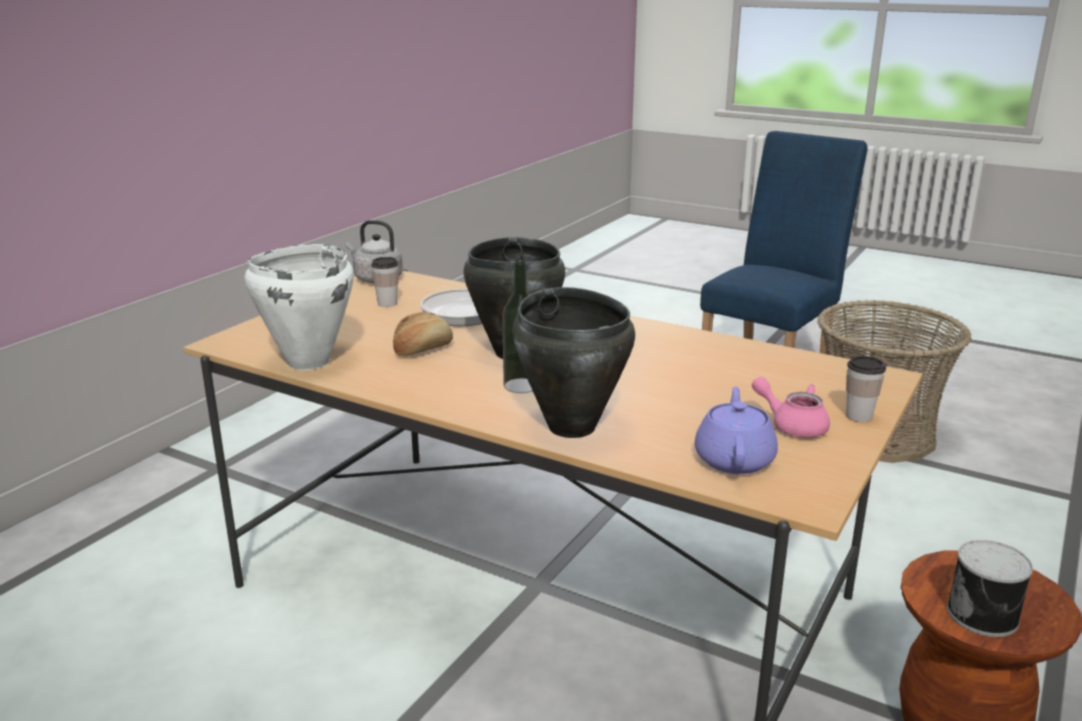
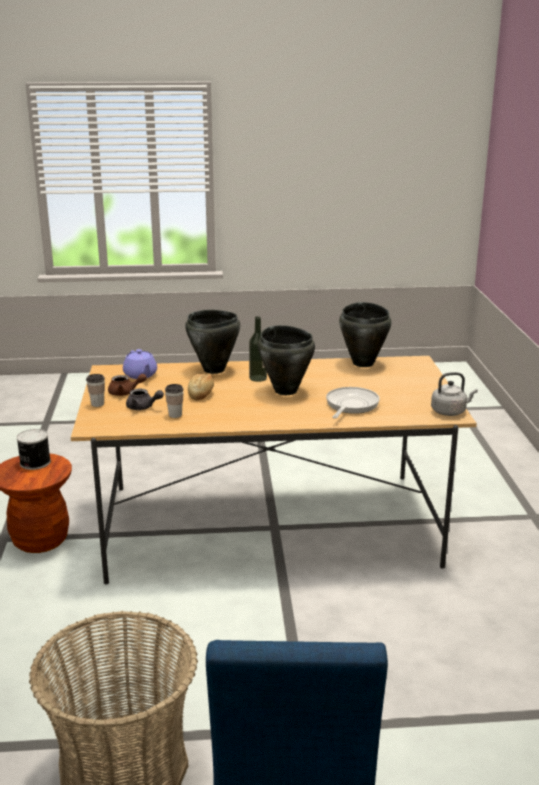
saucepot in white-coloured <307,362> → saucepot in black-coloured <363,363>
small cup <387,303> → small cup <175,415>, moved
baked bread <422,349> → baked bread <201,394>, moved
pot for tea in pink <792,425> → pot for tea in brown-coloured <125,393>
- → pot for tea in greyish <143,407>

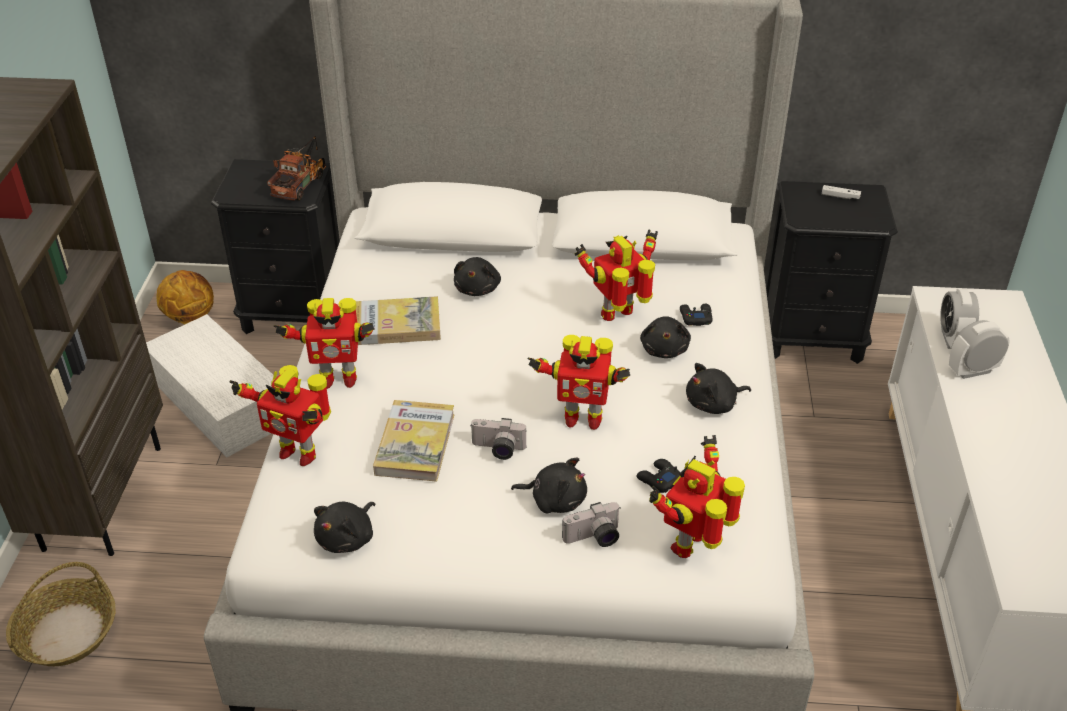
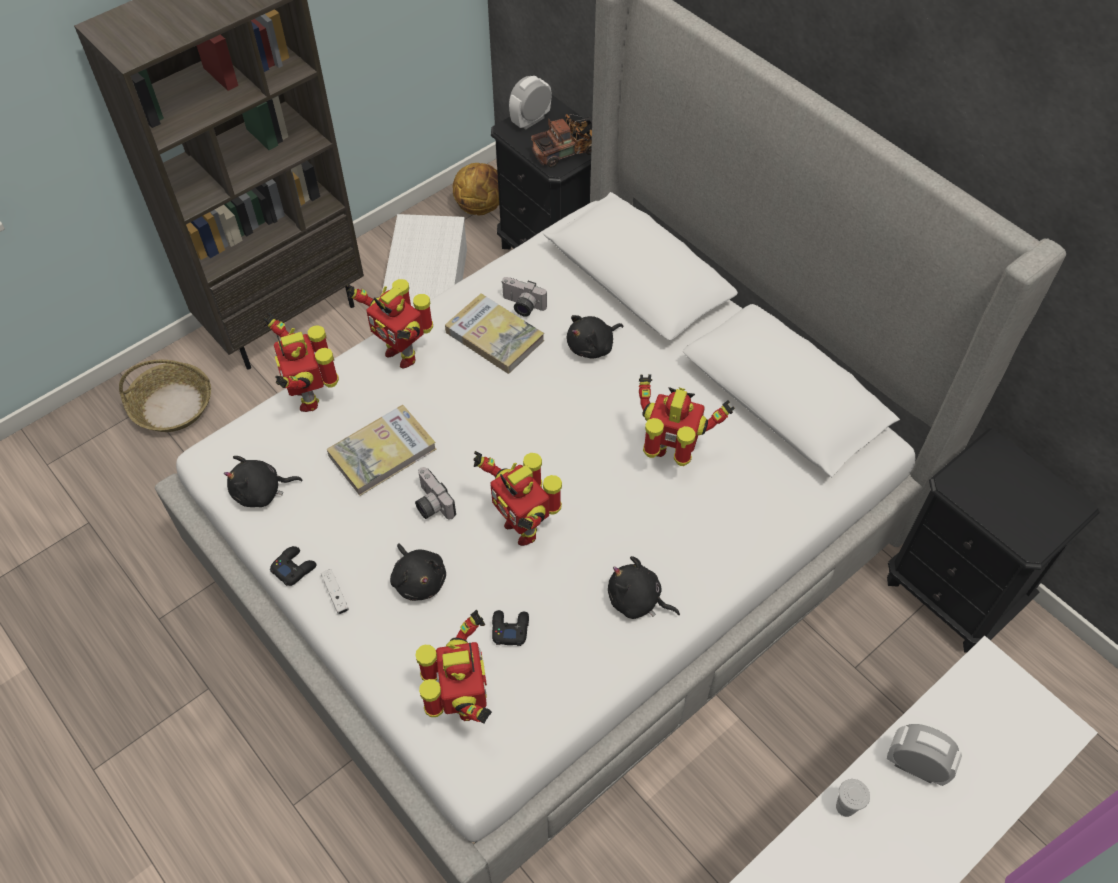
still camera <594,538> → still camera <522,306>, moved
cuddly toy in black-coloured <664,349> → -
toy robot <692,544> → toy robot <463,703>, 90 degrees clockwise
gamepad in black-coloured <695,317> → gamepad in black-coloured <294,568>, moved
gamepad in white-coloured <840,196> → gamepad in white-coloured <335,594>, moved
alarm clock <952,339> → alarm clock <531,120>, moved
- → small cup in white-coloured <845,807>

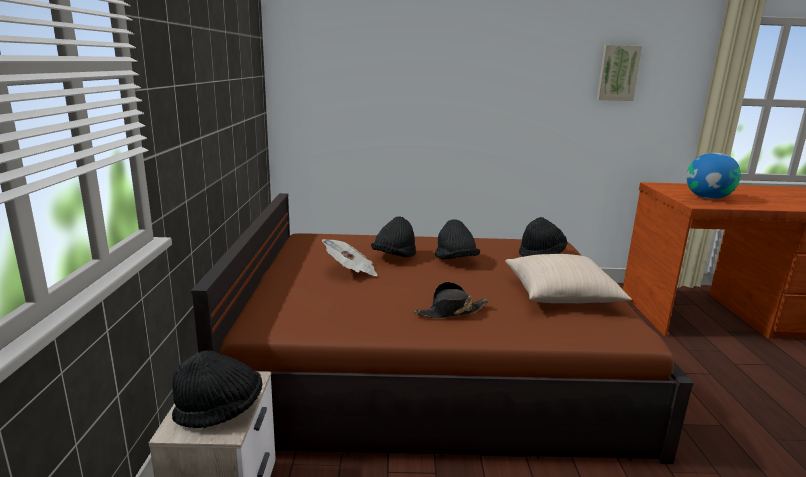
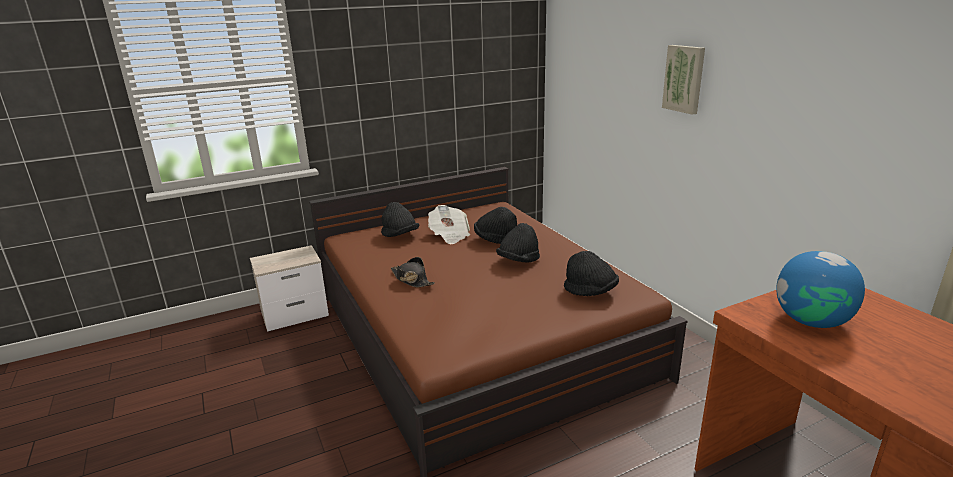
wearable hat in black-coloured <220,411> → wearable hat in black-coloured <400,236>, moved
cushion in beige <561,295> → -
wall picture <618,73> → wall picture <684,79>, moved

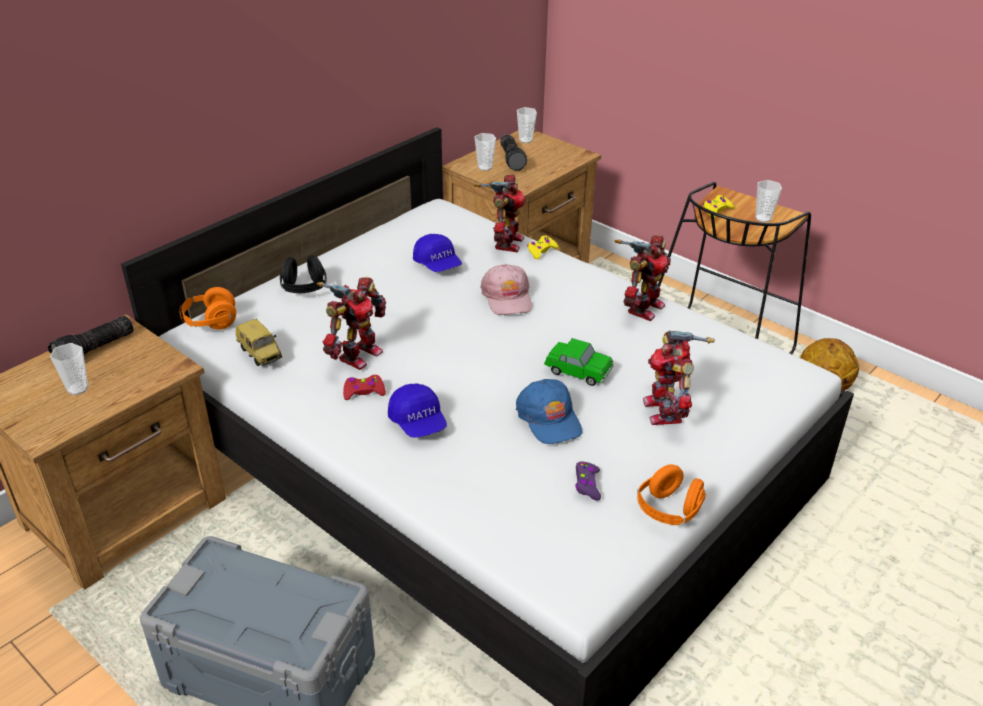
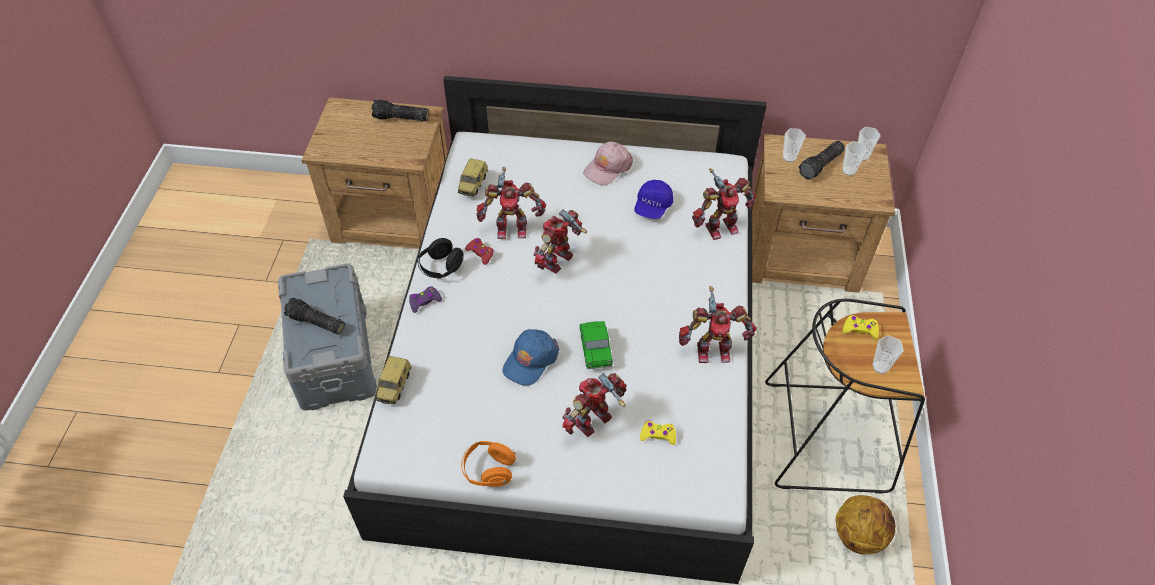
small cup <77,389> → small cup <848,171>, moved
headset in orange <210,322> → -
headset in black-coloured <304,289> → headset in black-coloured <441,268>, moved
peaked cap in bluish <418,423> → -
peaked cap in pink <507,297> → peaked cap in pink <607,168>, moved
gamepad in yellow <541,251> → gamepad in yellow <658,435>, moved
gamepad in purple-coloured <587,484> → gamepad in purple-coloured <424,301>, moved
- → hand torch <315,323>
- → toy car <395,387>
- → toy robot <558,261>

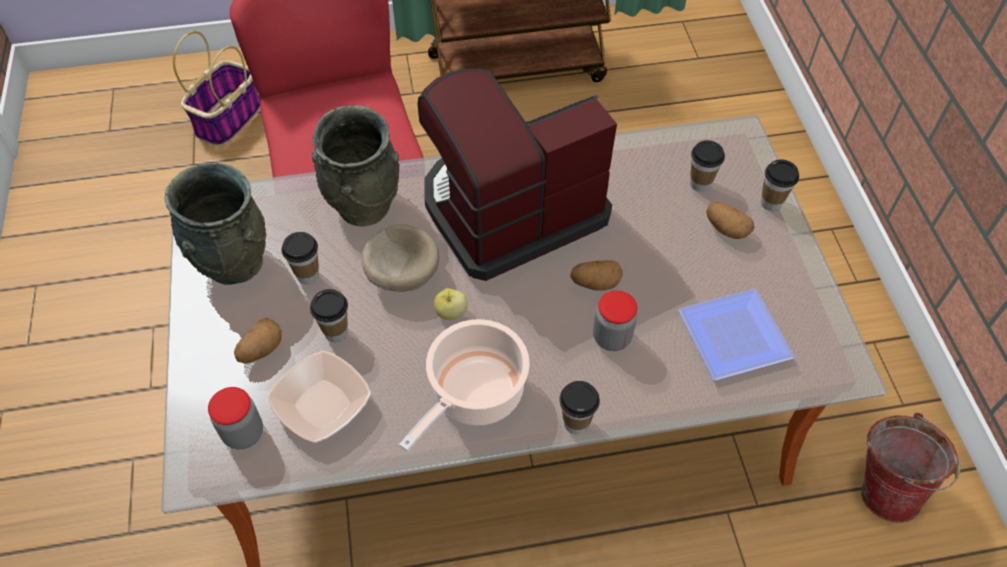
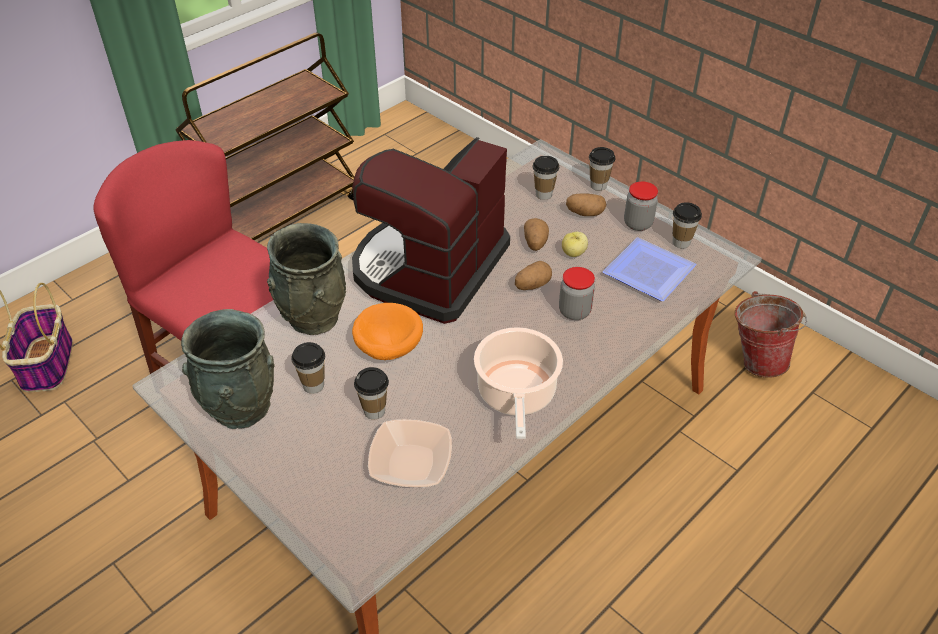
storage jar <243,433> → storage jar <638,224>, moved
spud <261,350> → spud <535,243>, moved
serving bowl in beige <401,273> → serving bowl in orange <387,347>
apple fruit <451,313> → apple fruit <573,253>, moved
small cup <576,423> → small cup <681,242>, moved

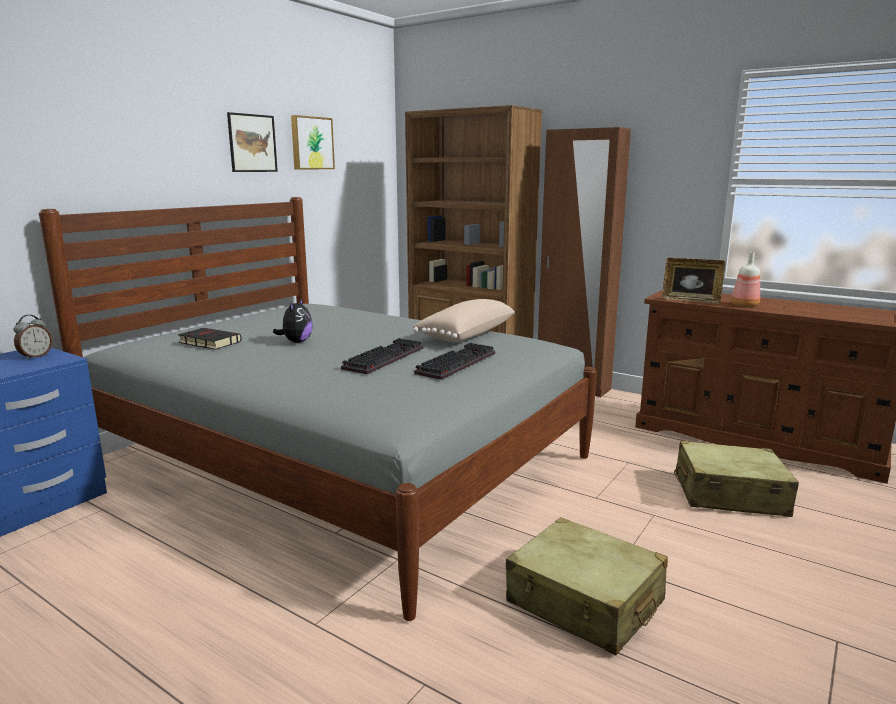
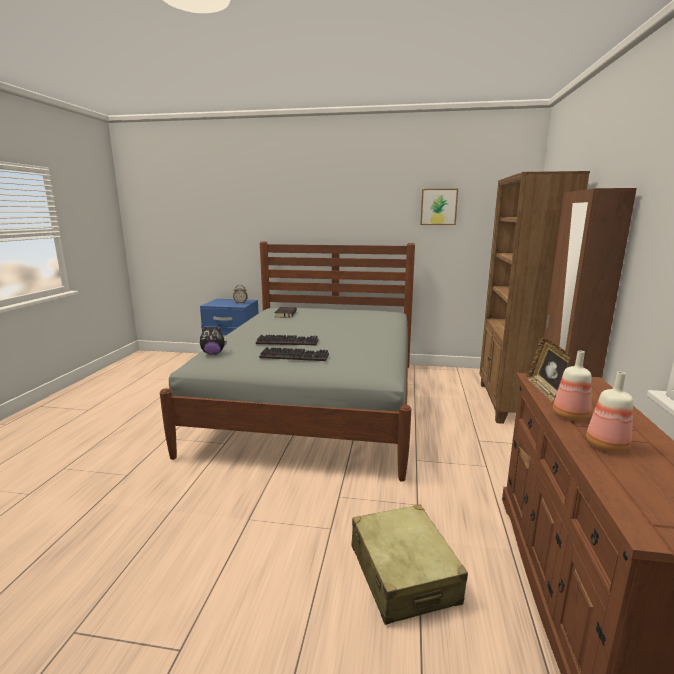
wall picture <252,143> → -
cuddly toy <296,342> → cuddly toy <213,353>, moved
cushion in beige <465,334> → -
piece of luggage in beige <584,602> → -
- → beverage bottle <606,446>

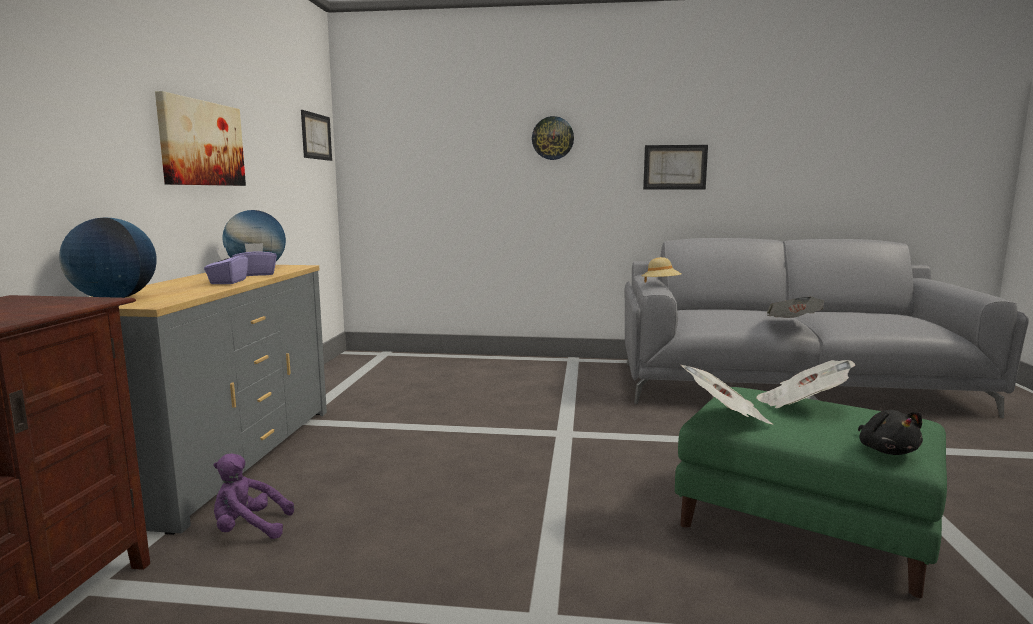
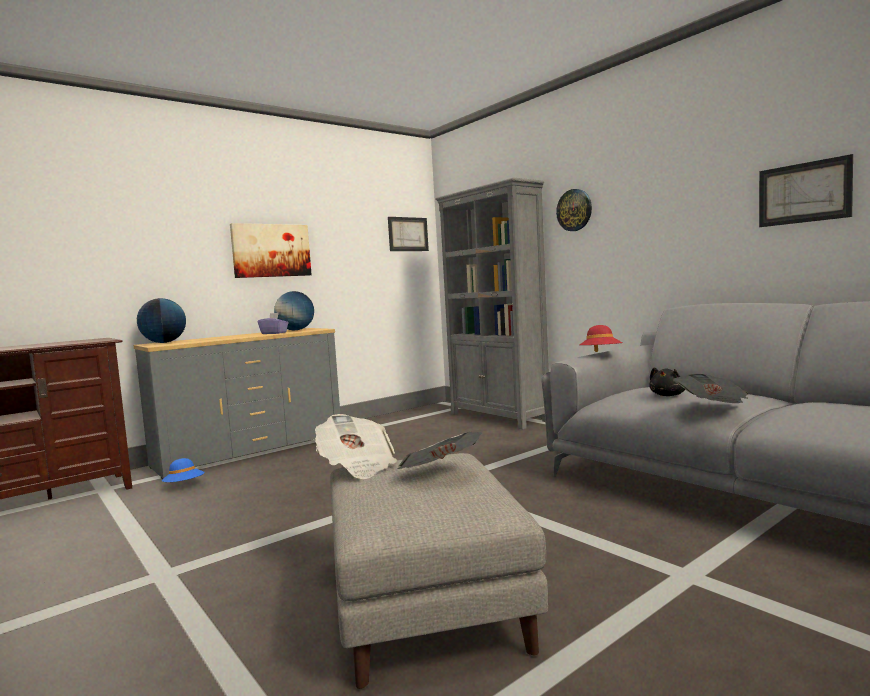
tissue holder in purple-coloured <227,282> → -
cuddly toy in purple-coloured <249,529> → wearable hat in bluish <184,486>
wearable hat in beige <661,284> → wearable hat in reddish <601,354>
wall picture <675,167> → wall picture <804,193>, moved
footrest in green-coloured <806,526> → footrest in greyish <428,604>
cuddly toy in black-coloured <887,450> → cuddly toy in black-coloured <668,395>, moved
- → bookcase in greyish <498,417>

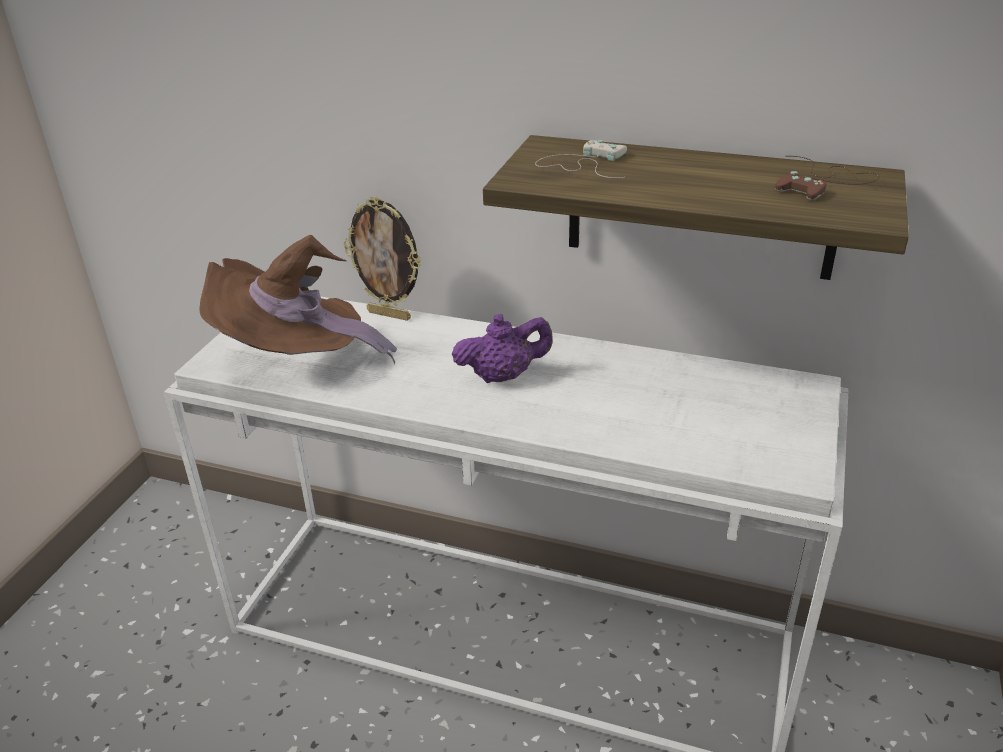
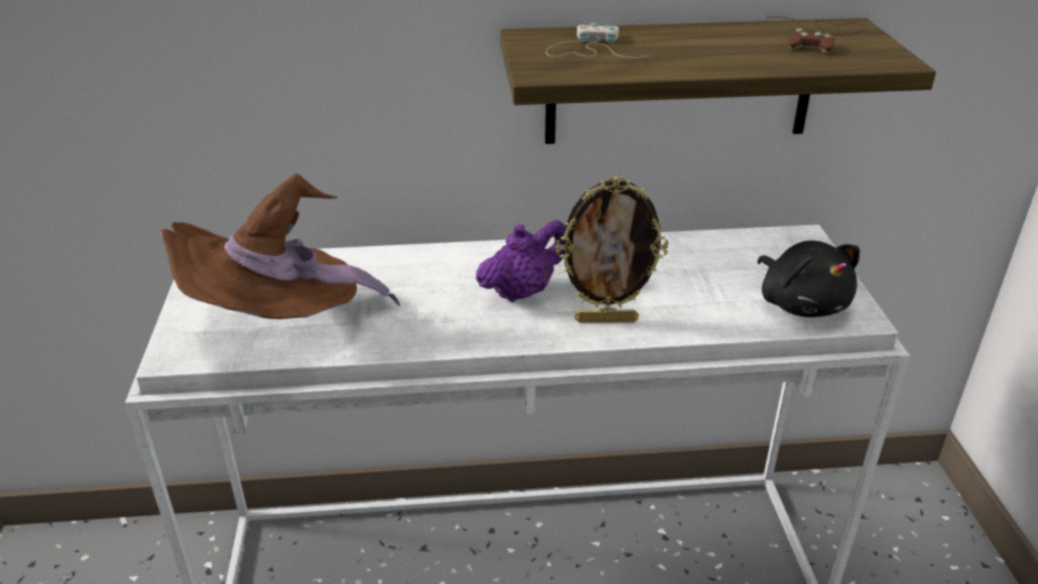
photo frame <390,314> → photo frame <606,319>, moved
- → cuddly toy in black-coloured <801,303>

